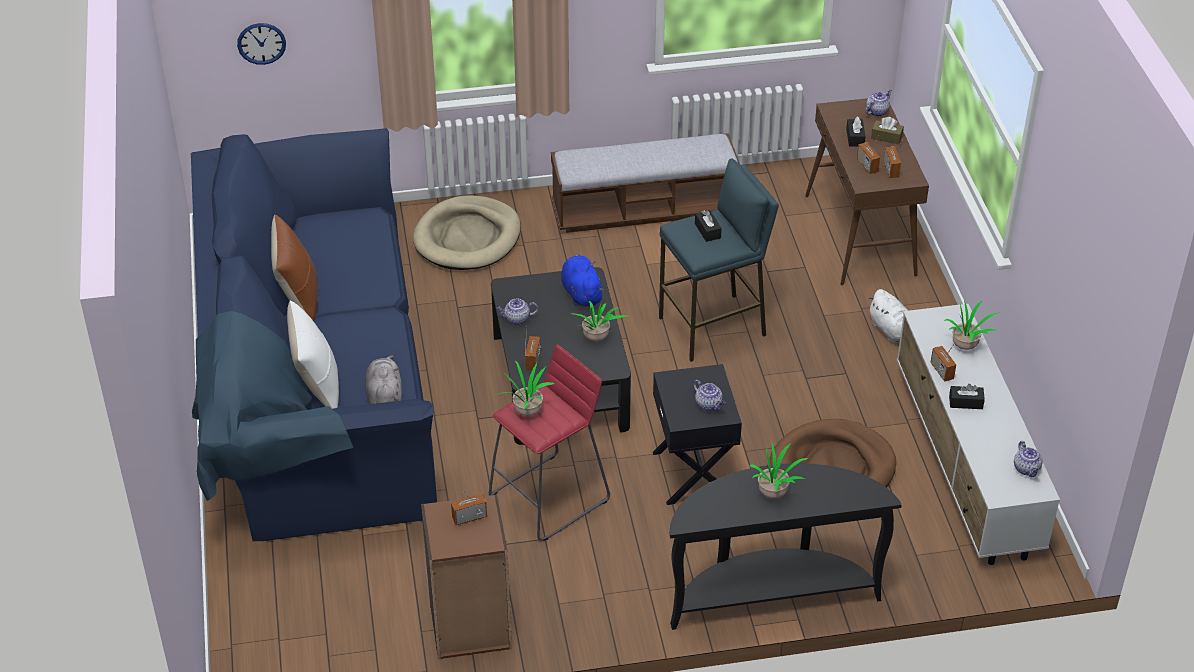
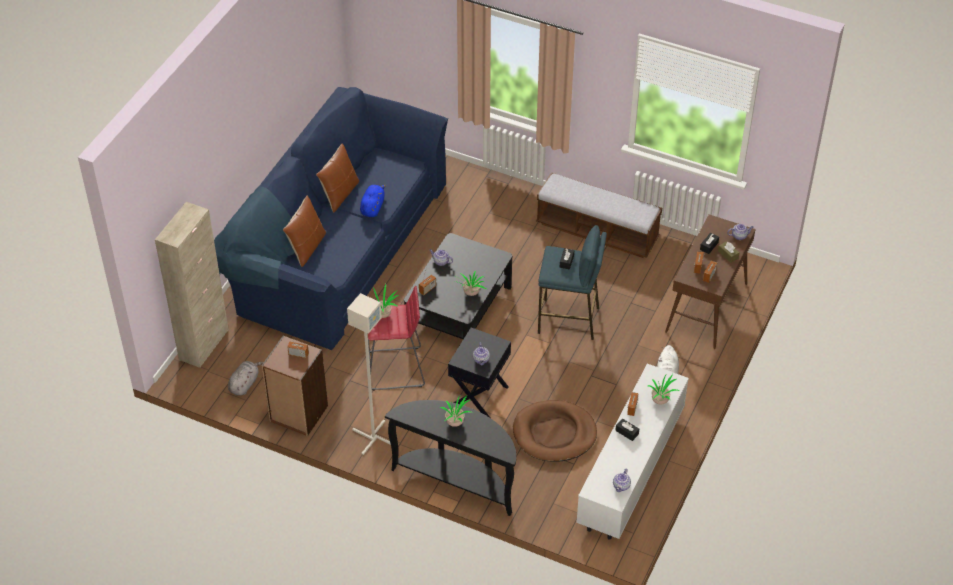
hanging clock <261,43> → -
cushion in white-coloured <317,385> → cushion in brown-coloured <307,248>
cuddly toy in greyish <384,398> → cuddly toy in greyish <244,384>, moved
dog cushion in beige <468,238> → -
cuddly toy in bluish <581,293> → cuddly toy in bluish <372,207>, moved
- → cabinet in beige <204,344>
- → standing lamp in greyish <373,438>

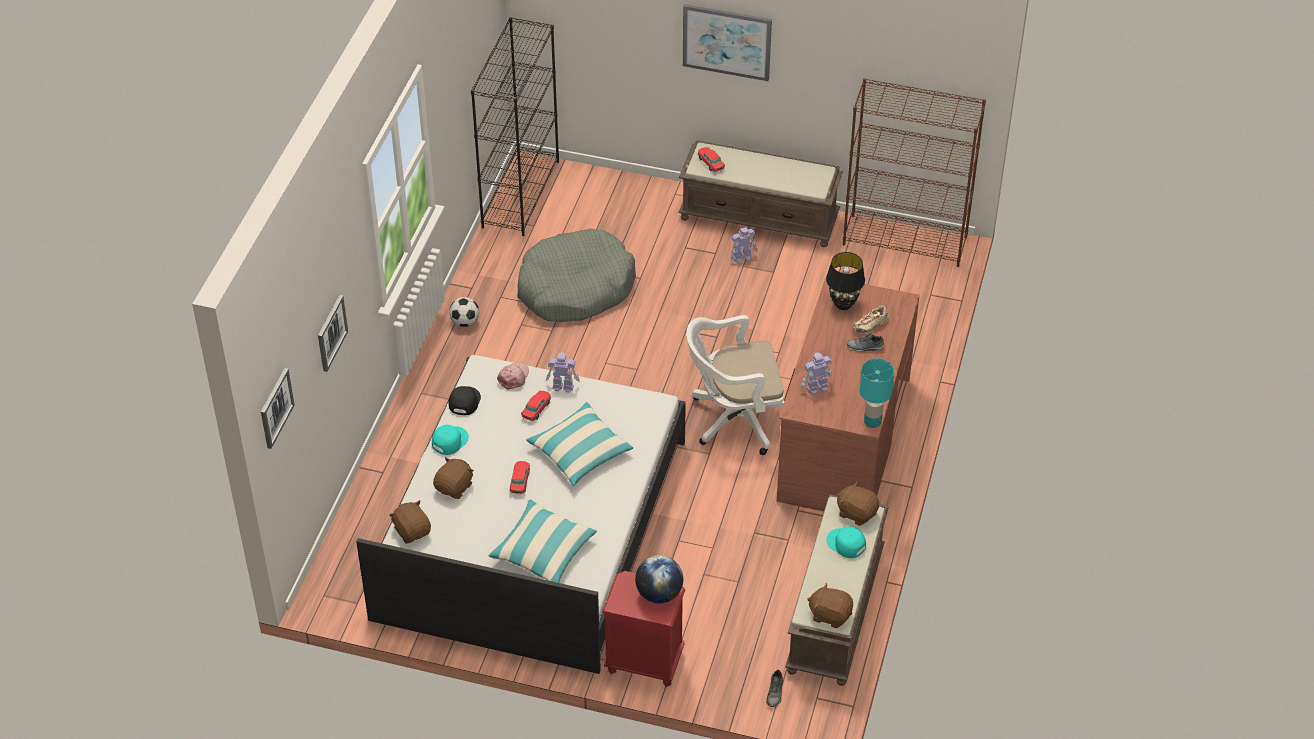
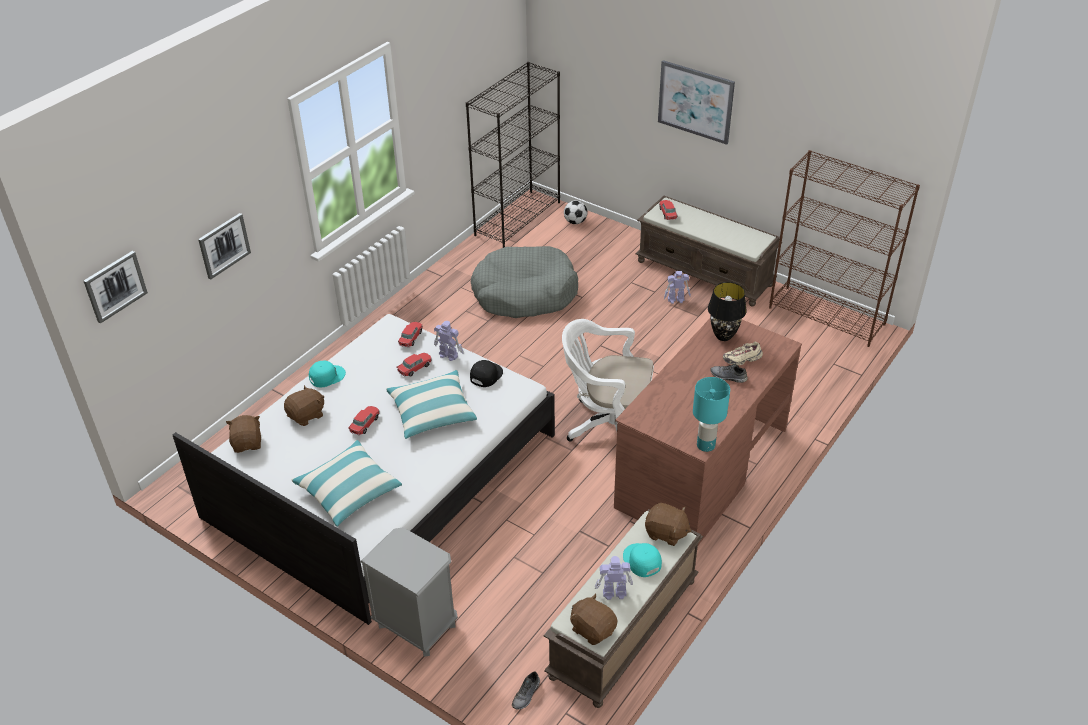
peaked cap in black-coloured <464,401> → peaked cap in black-coloured <485,375>, moved
football ball <465,322> → football ball <575,222>, moved
peaked cap in pink <513,377> → toy car <411,338>
nightstand in reddish <644,662> → nightstand in greyish <416,625>
world globe <659,594> → -
toy robot <816,387> → toy robot <613,593>, moved
cuddly toy in brown-coloured <856,513> → cuddly toy in brown-coloured <666,533>, 150 degrees clockwise

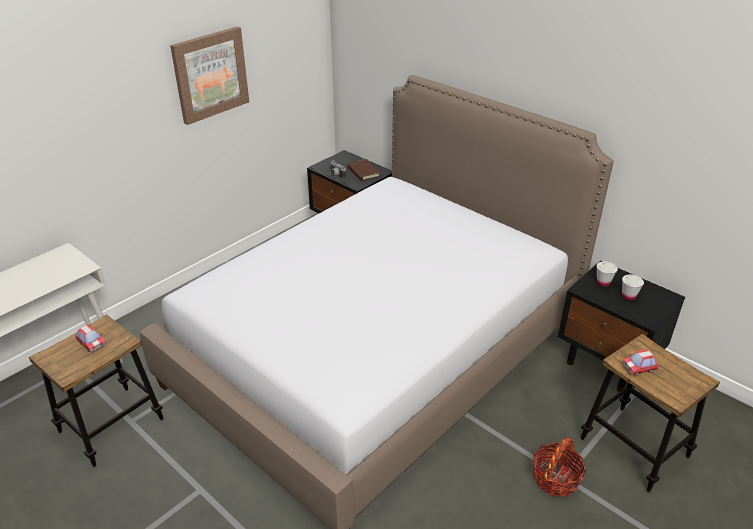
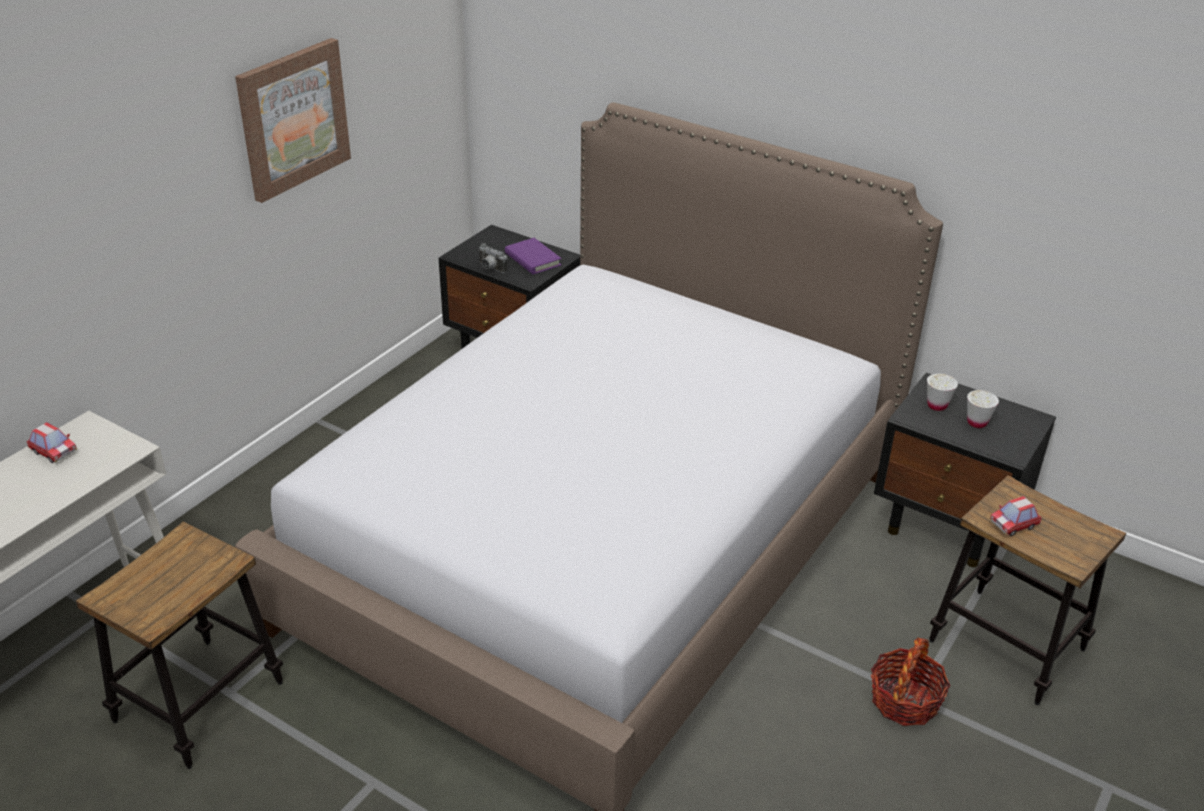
toy car <92,343> → toy car <53,452>, moved
book in brown-coloured <363,172> → book in purple-coloured <532,259>

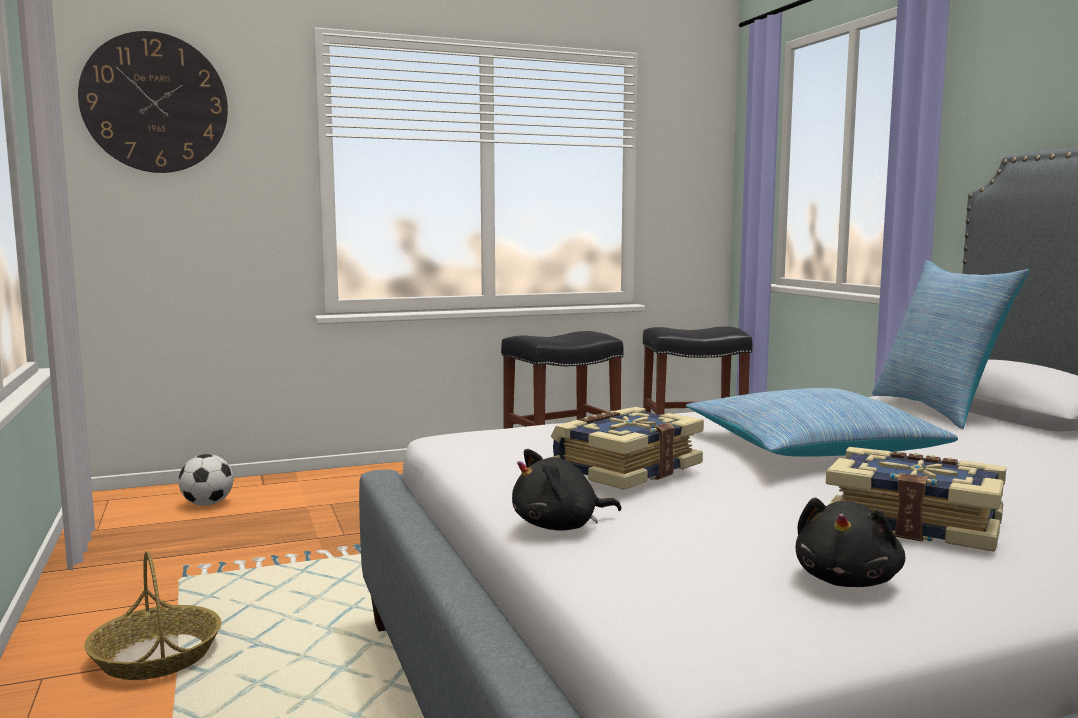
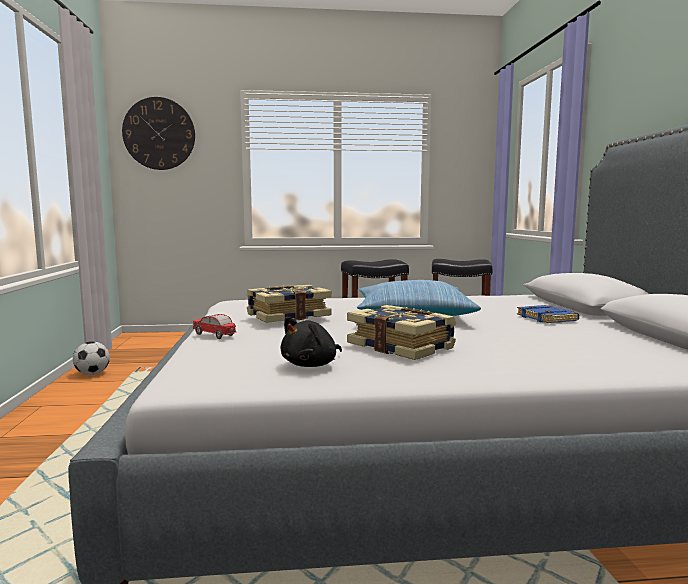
basket <156,656> → -
football ball <207,504> → football ball <92,374>, moved
cuddly toy in black-coloured <560,526> → toy car <214,335>
cushion <939,410> → -
- → book in bluish <548,318>

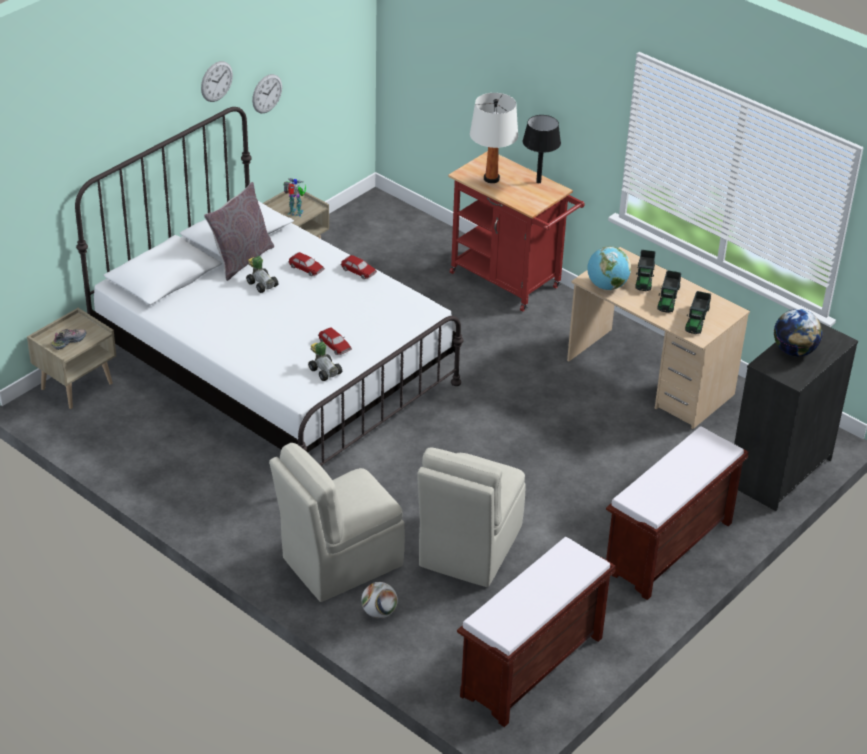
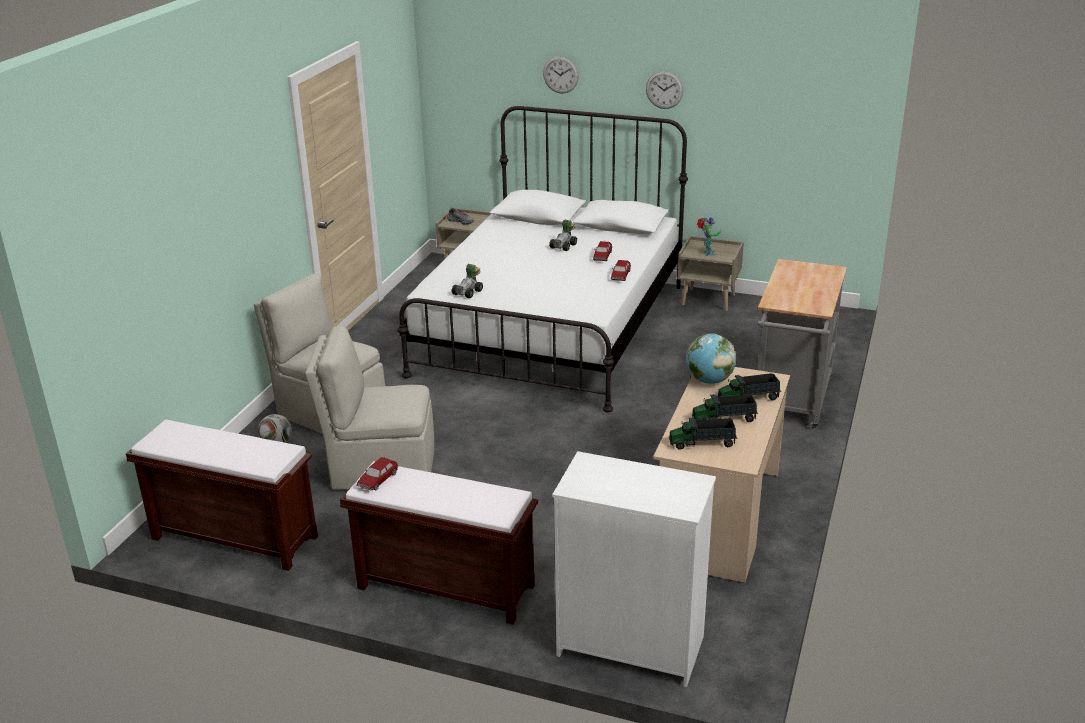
cushion in greyish <241,259> → -
hanging clock <267,93> → hanging clock <560,74>, moved
toy car <335,346> → toy car <378,480>, moved
wheeled cart in reddish <510,282> → wheeled cart in greyish <791,403>
lamp for a table in white-coloured <491,178> → -
lamp for a table in black-coloured <538,182> → -
dresser in black-coloured <778,471> → dresser in white-coloured <631,645>
world globe <794,351> → -

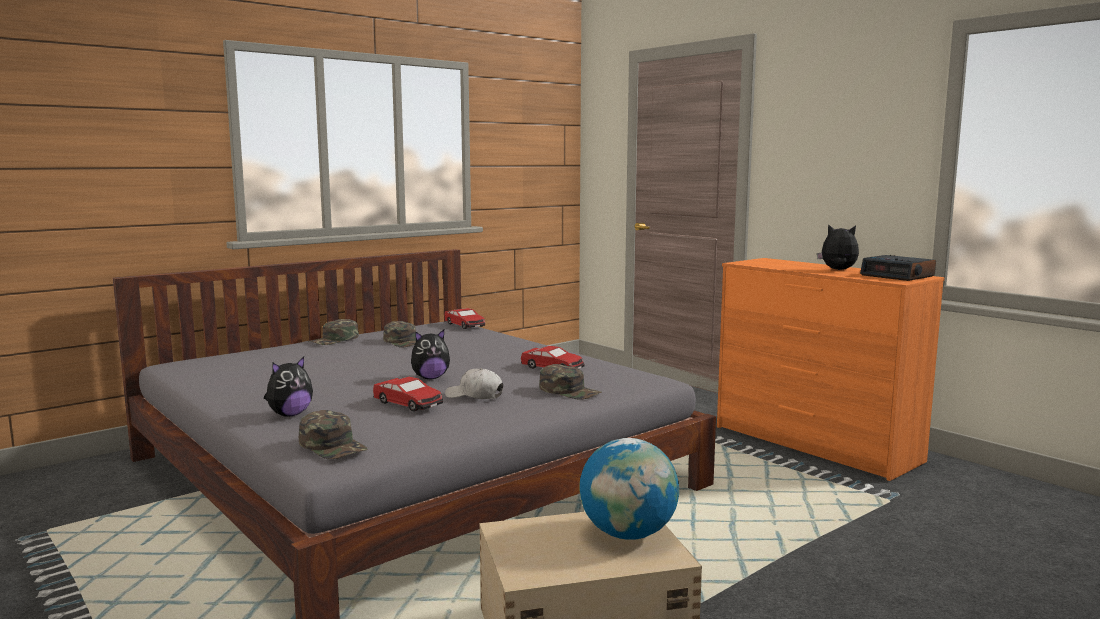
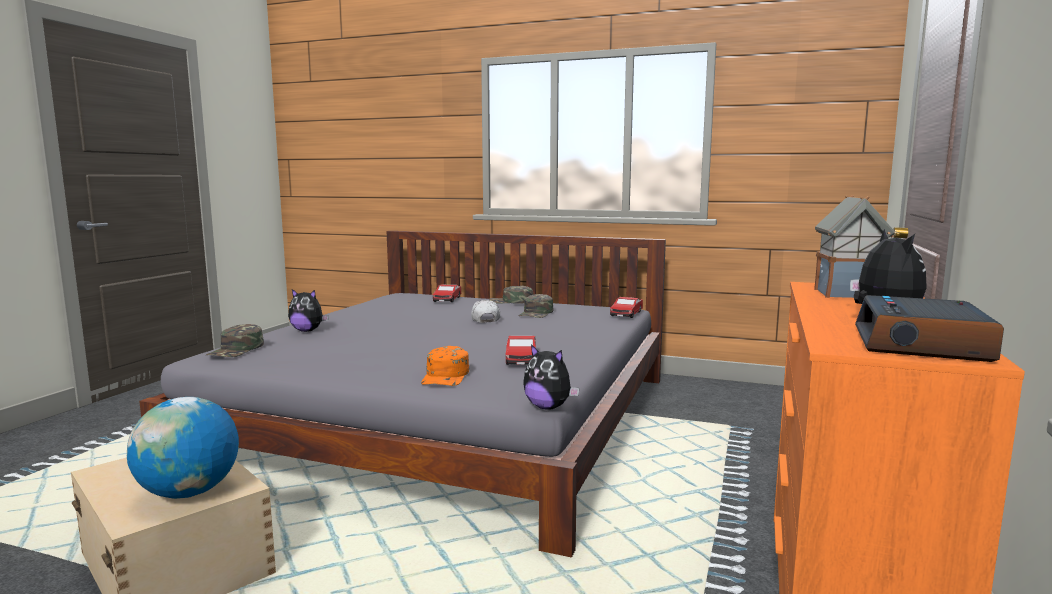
toy car <408,403> → toy car <447,299>, moved
cuddly toy <430,378> → cuddly toy <548,407>, moved
peaked cap in white-coloured <475,395> → peaked cap in white-coloured <485,320>, moved
peaked cap in green-coloured <570,391> → peaked cap in orange <446,376>
- → model house <847,294>

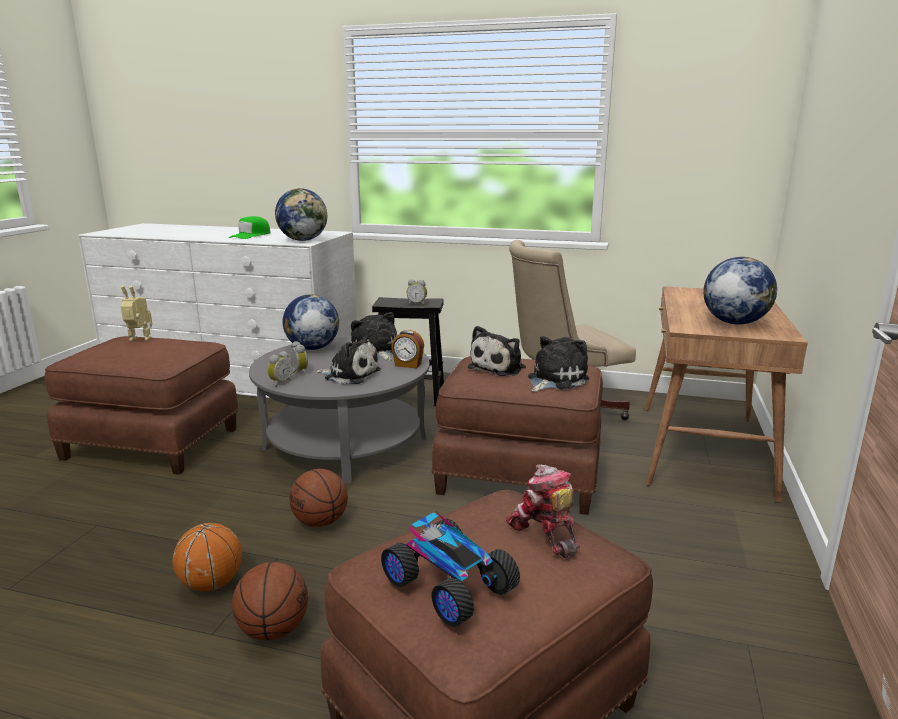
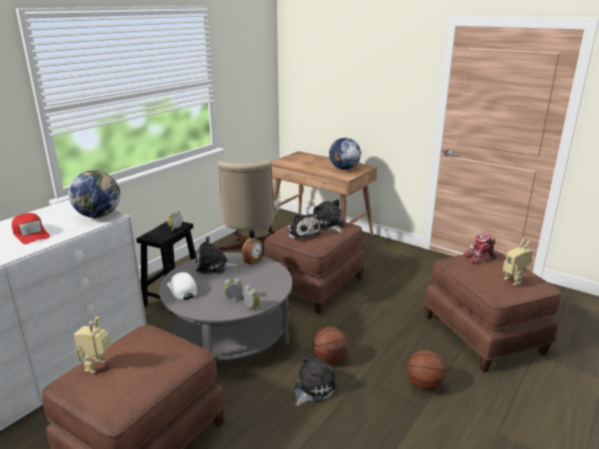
basketball ball <211,584> → -
peaked cap in green-coloured <251,235> → peaked cap in reddish <31,234>
world globe <312,348> → peaked cap in white-coloured <182,289>
cuddly toy <350,375> → cuddly toy <312,388>, moved
toy car <447,586> → toy robot <514,280>

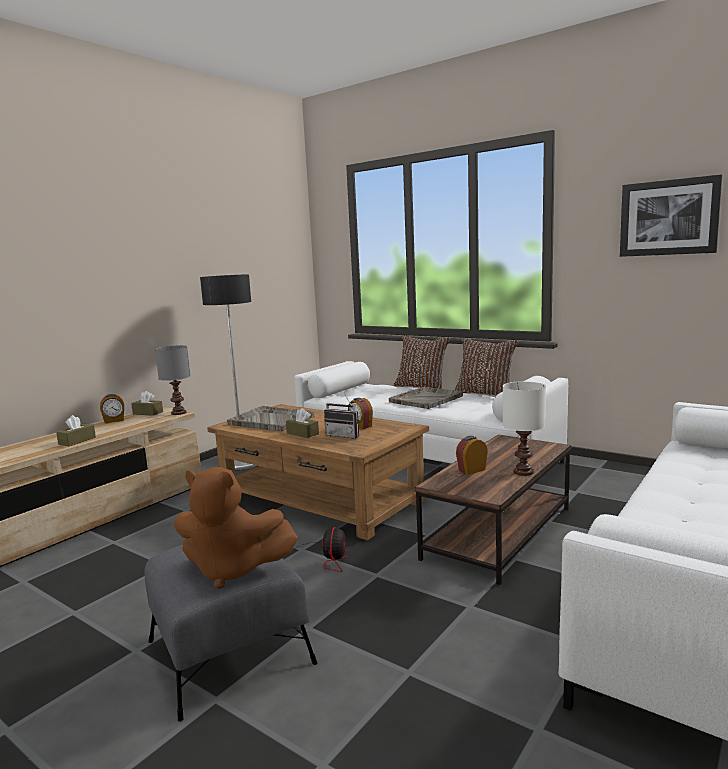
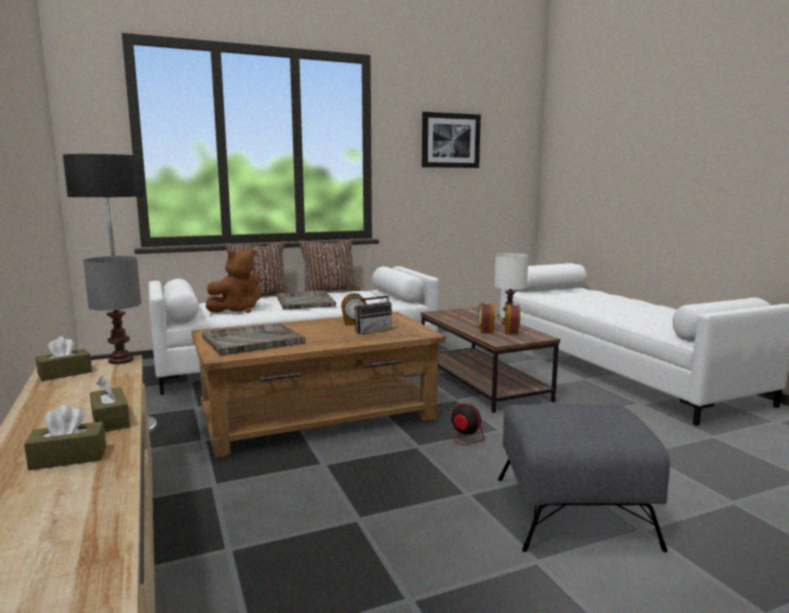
alarm clock <114,420> → alarm clock <511,332>, moved
cuddly toy in brown-coloured <233,570> → cuddly toy in brown-coloured <237,310>, moved
tissue holder in brown-coloured <302,433> → tissue holder in brown-coloured <68,458>, moved

